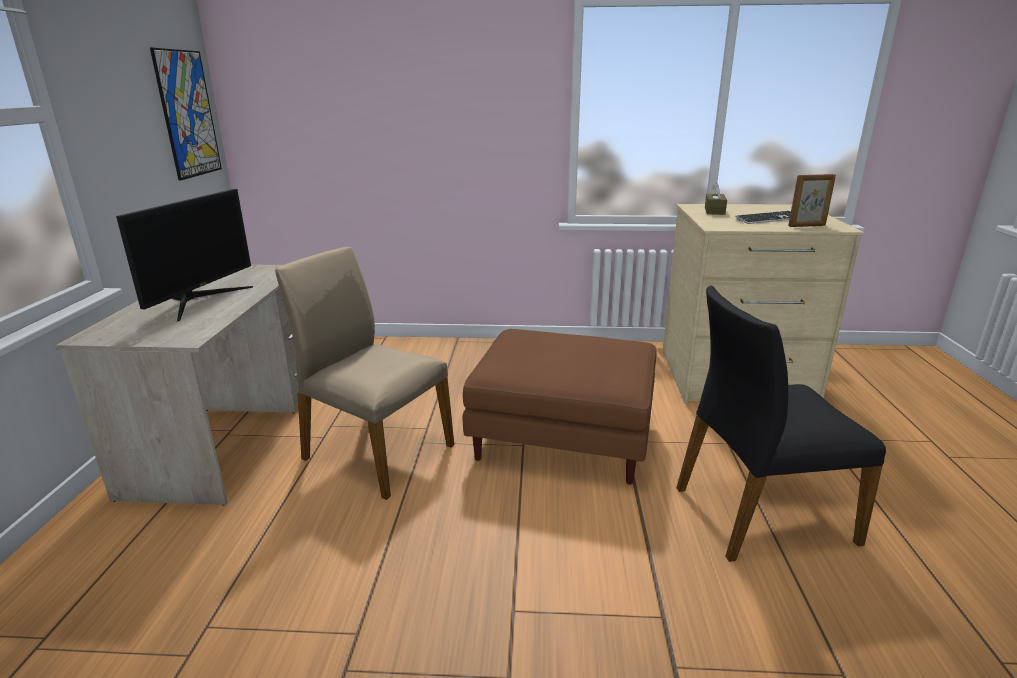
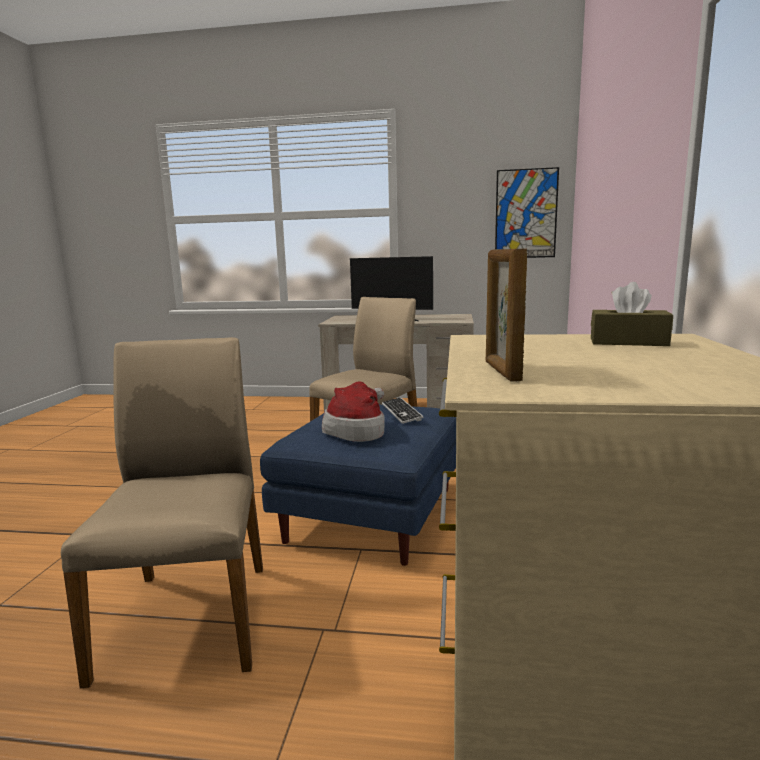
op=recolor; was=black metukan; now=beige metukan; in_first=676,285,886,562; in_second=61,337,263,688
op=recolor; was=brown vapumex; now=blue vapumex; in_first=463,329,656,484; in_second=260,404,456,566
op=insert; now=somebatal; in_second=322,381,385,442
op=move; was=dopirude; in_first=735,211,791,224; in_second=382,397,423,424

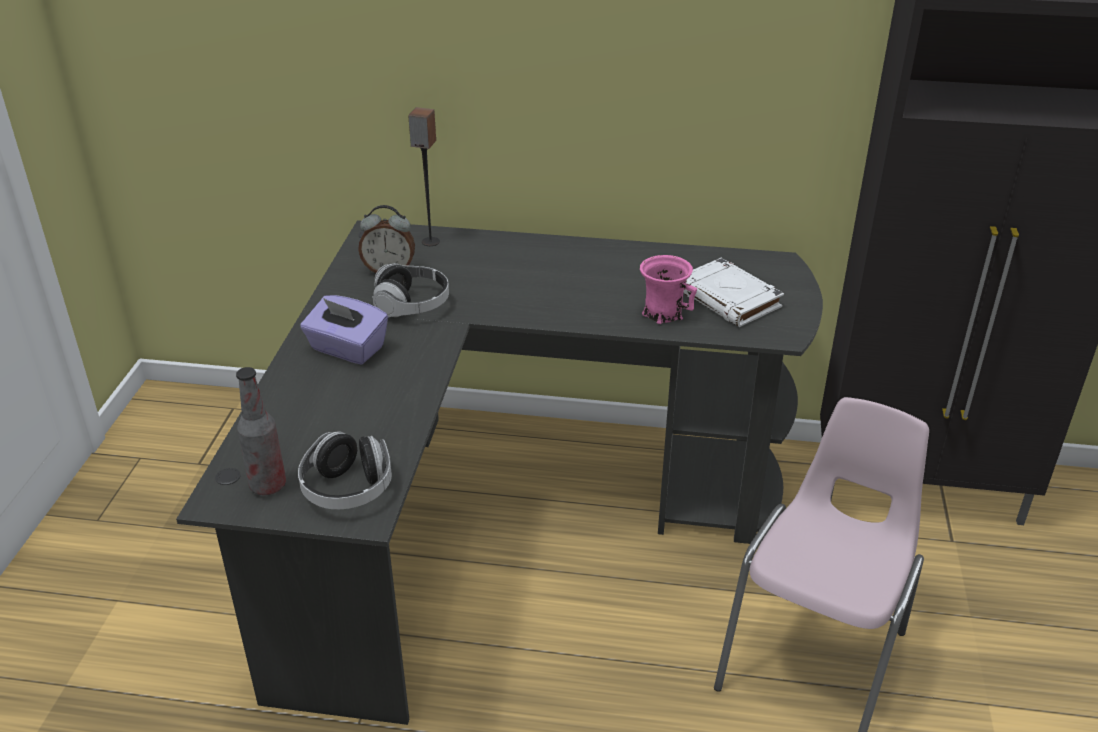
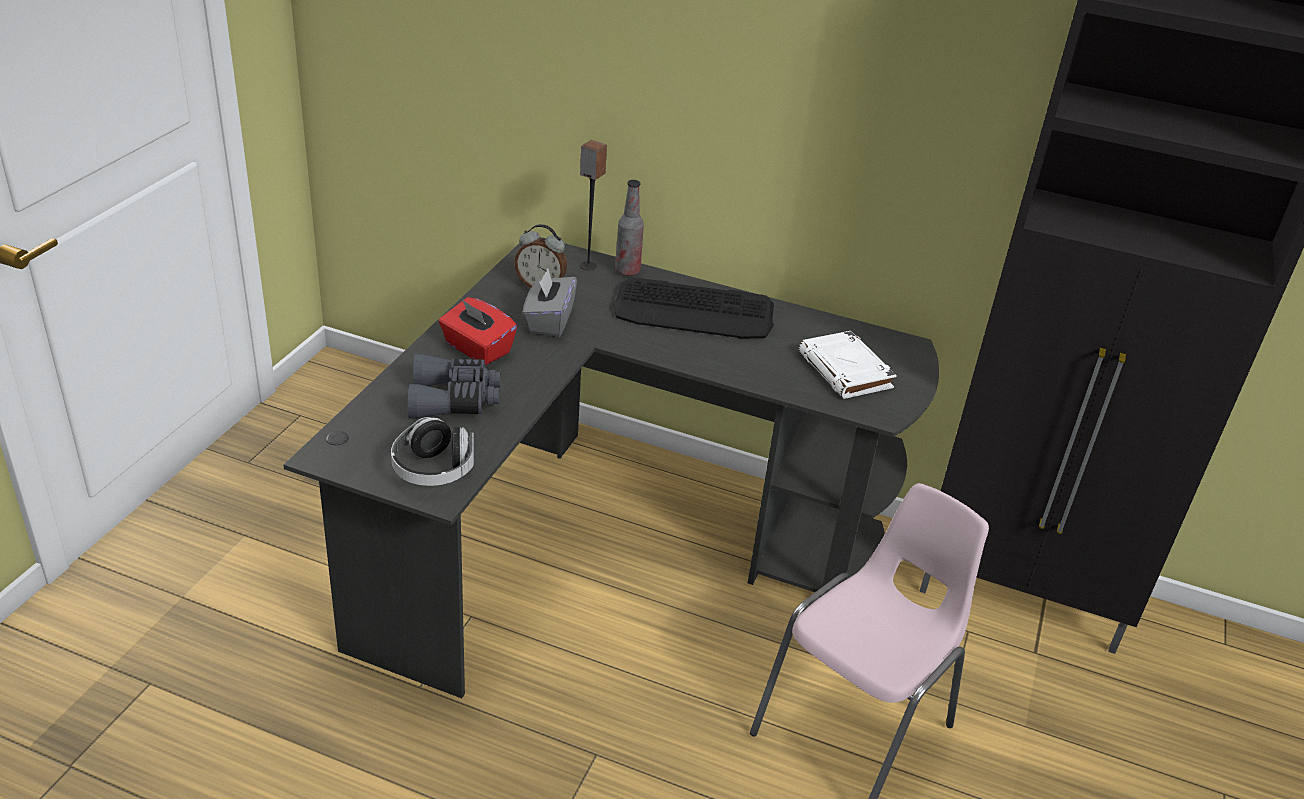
op=insert; now=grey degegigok; in_second=408,354,500,418
op=recolor; was=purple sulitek; now=red sulitek; in_first=300,295,388,364; in_second=439,297,517,365
op=replace; was=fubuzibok; now=grey sulitek; in_first=372,263,449,317; in_second=522,269,577,337
op=insert; now=dopirude; in_second=613,278,774,339
op=move; was=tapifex; in_first=236,367,286,495; in_second=615,180,644,276
op=delete; was=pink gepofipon; in_first=640,255,697,324

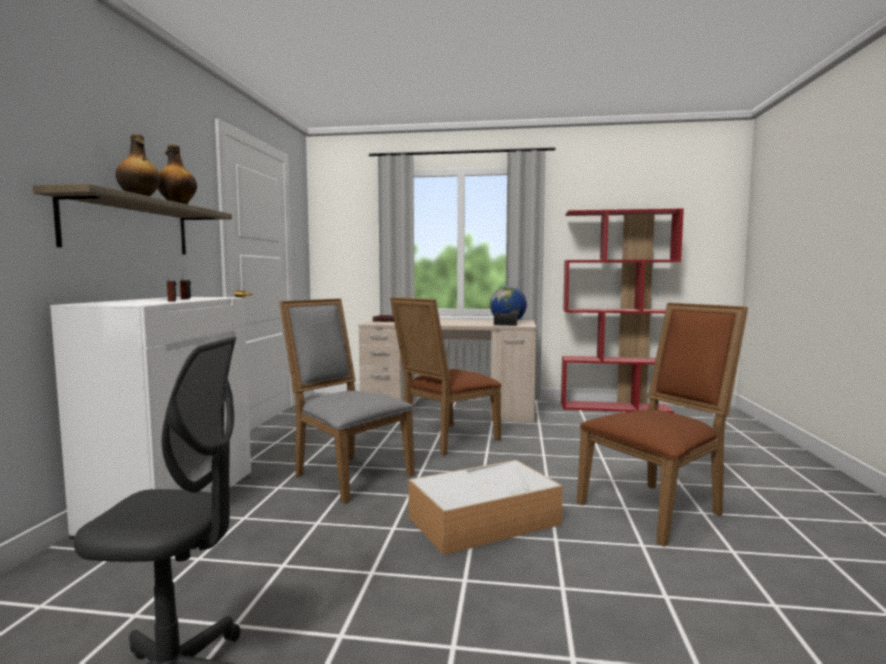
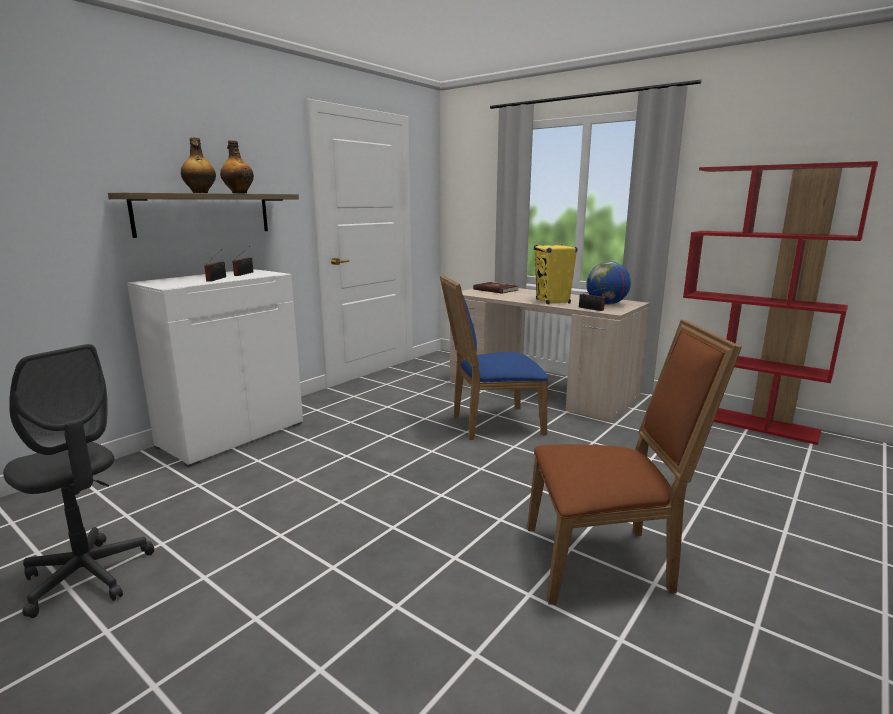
op=recolor; was=brown metukan; now=blue metukan; in_first=390,297,501,455; in_second=440,275,548,440
op=insert; now=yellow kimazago; in_second=534,245,577,304
op=delete; was=grey metukan; in_first=279,298,415,503
op=delete; was=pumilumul; in_first=408,460,563,555

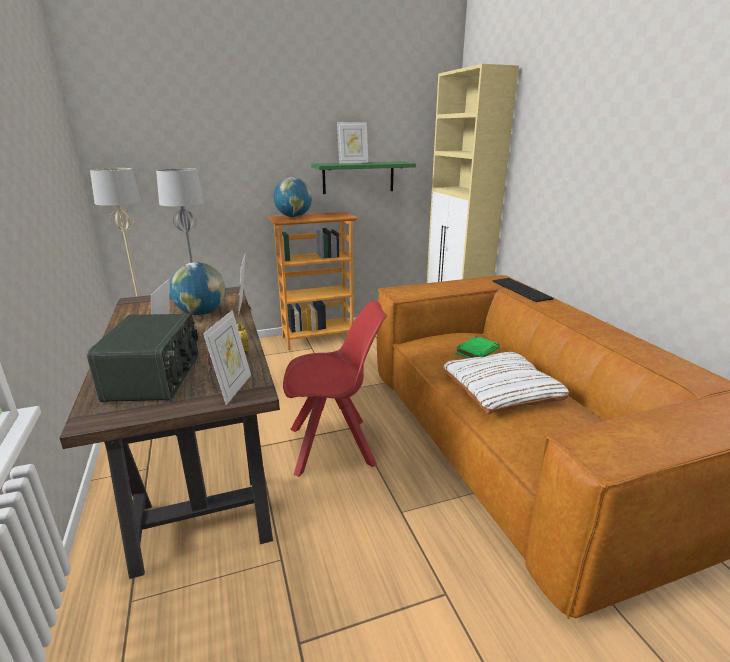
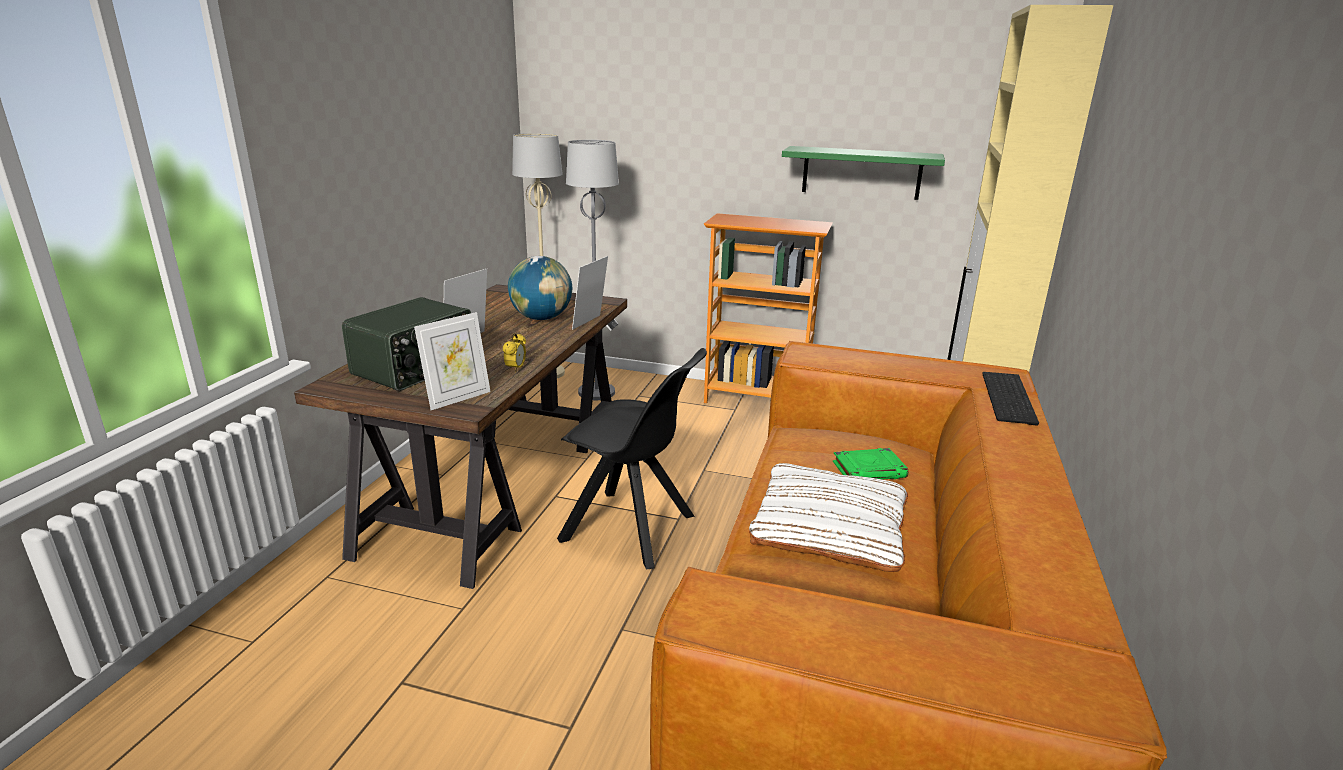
op=recolor; was=red metukan; now=black metukan; in_first=283,301,387,477; in_second=557,348,707,570
op=delete; was=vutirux; in_first=273,177,312,217
op=delete; was=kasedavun; in_first=337,122,368,163

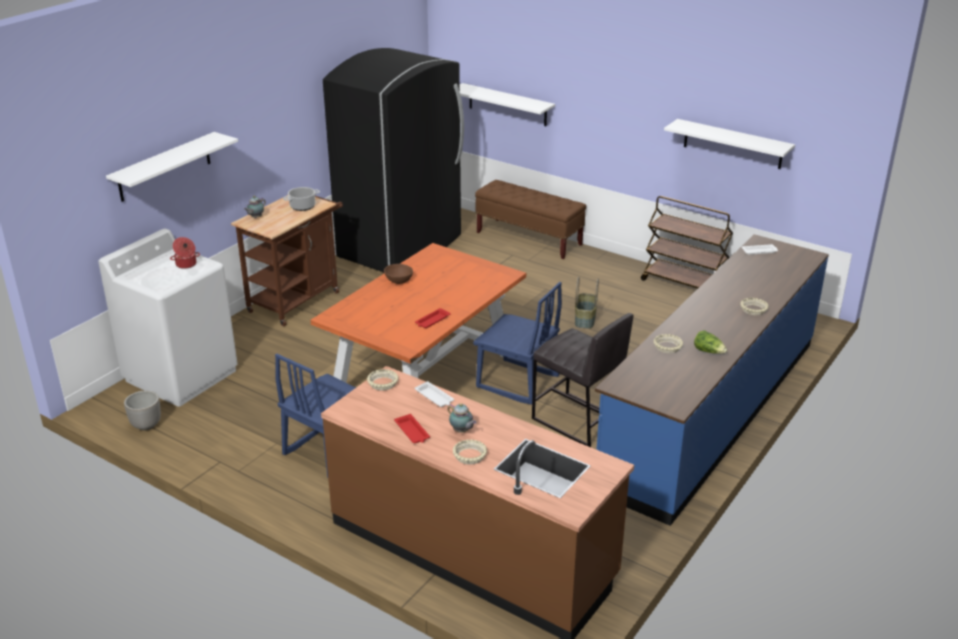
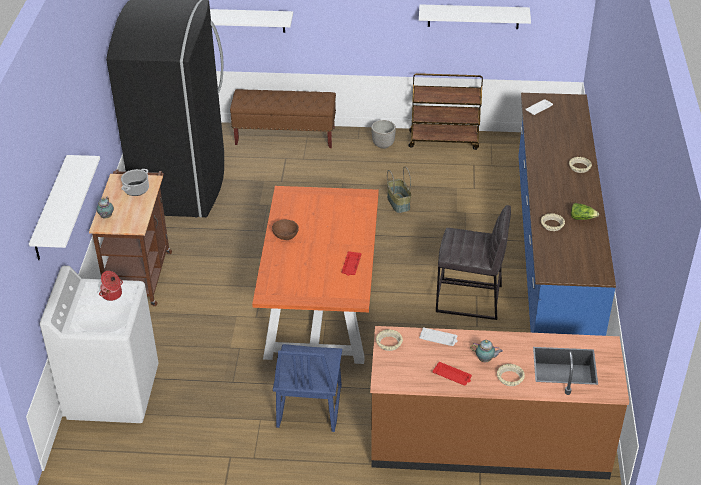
op=move; was=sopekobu; in_first=124,391,161,430; in_second=371,120,396,149
op=delete; was=blue metukan; in_first=473,282,562,405

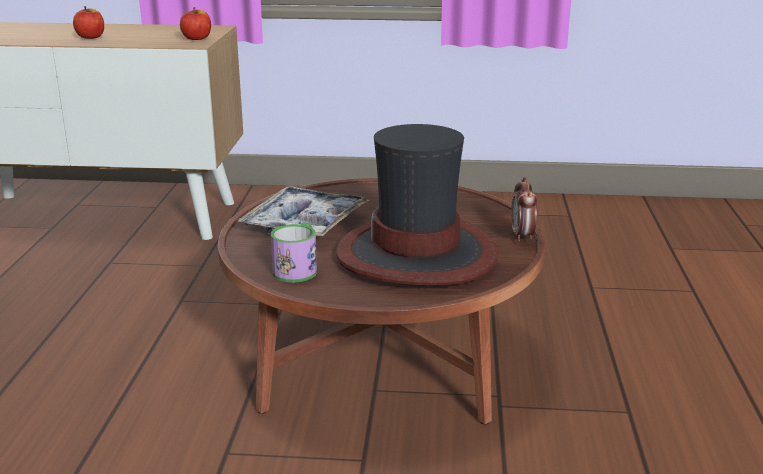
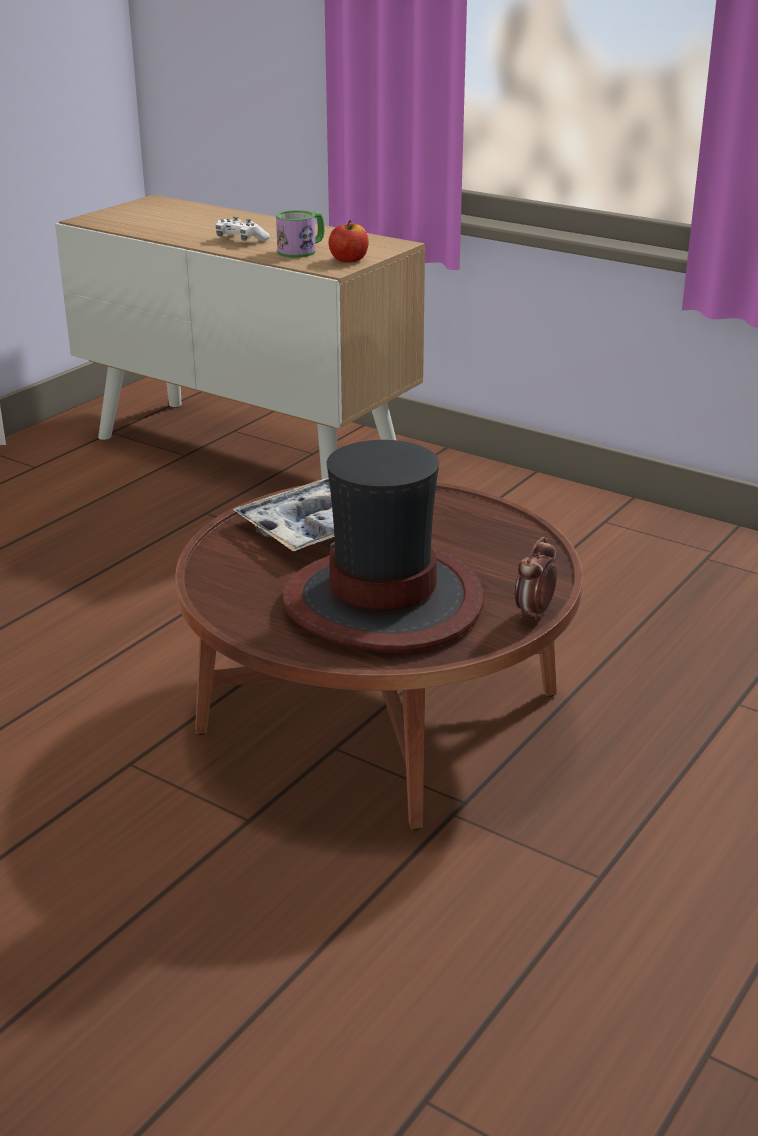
op=replace; was=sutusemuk; now=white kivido; in_first=73,6,104,39; in_second=216,216,270,241
op=move; was=gepofipon; in_first=271,223,317,283; in_second=276,210,324,258

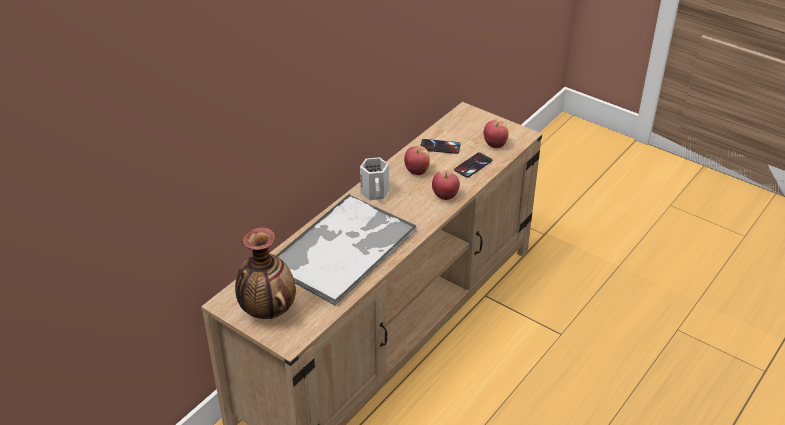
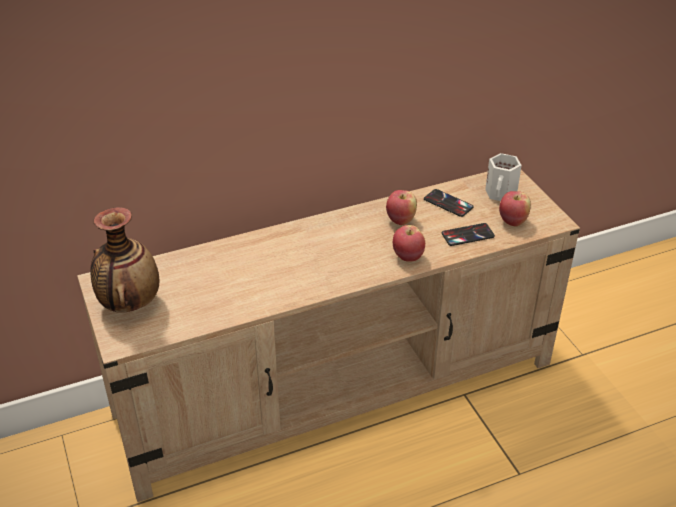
op=move; was=white gepofipon; in_first=360,157,389,200; in_second=485,153,522,201
op=delete; was=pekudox; in_first=276,194,417,306

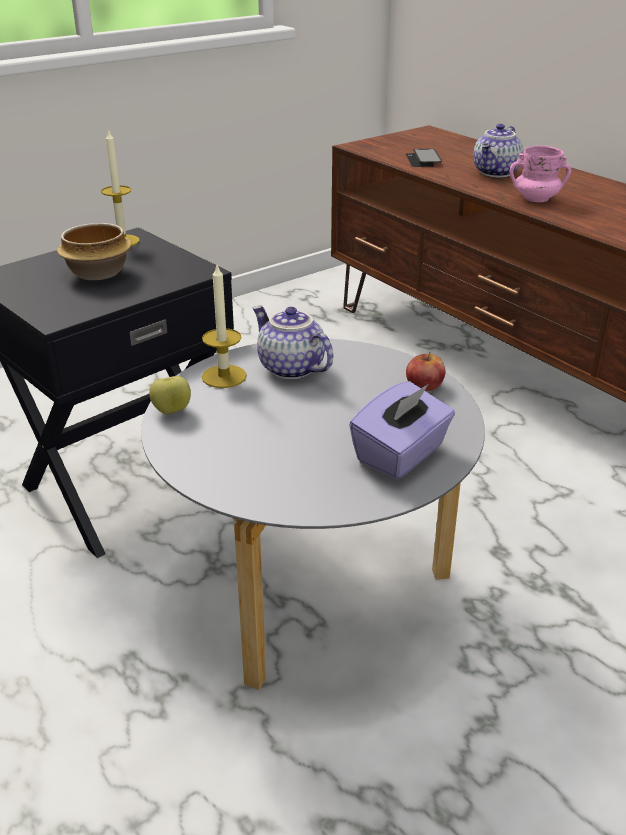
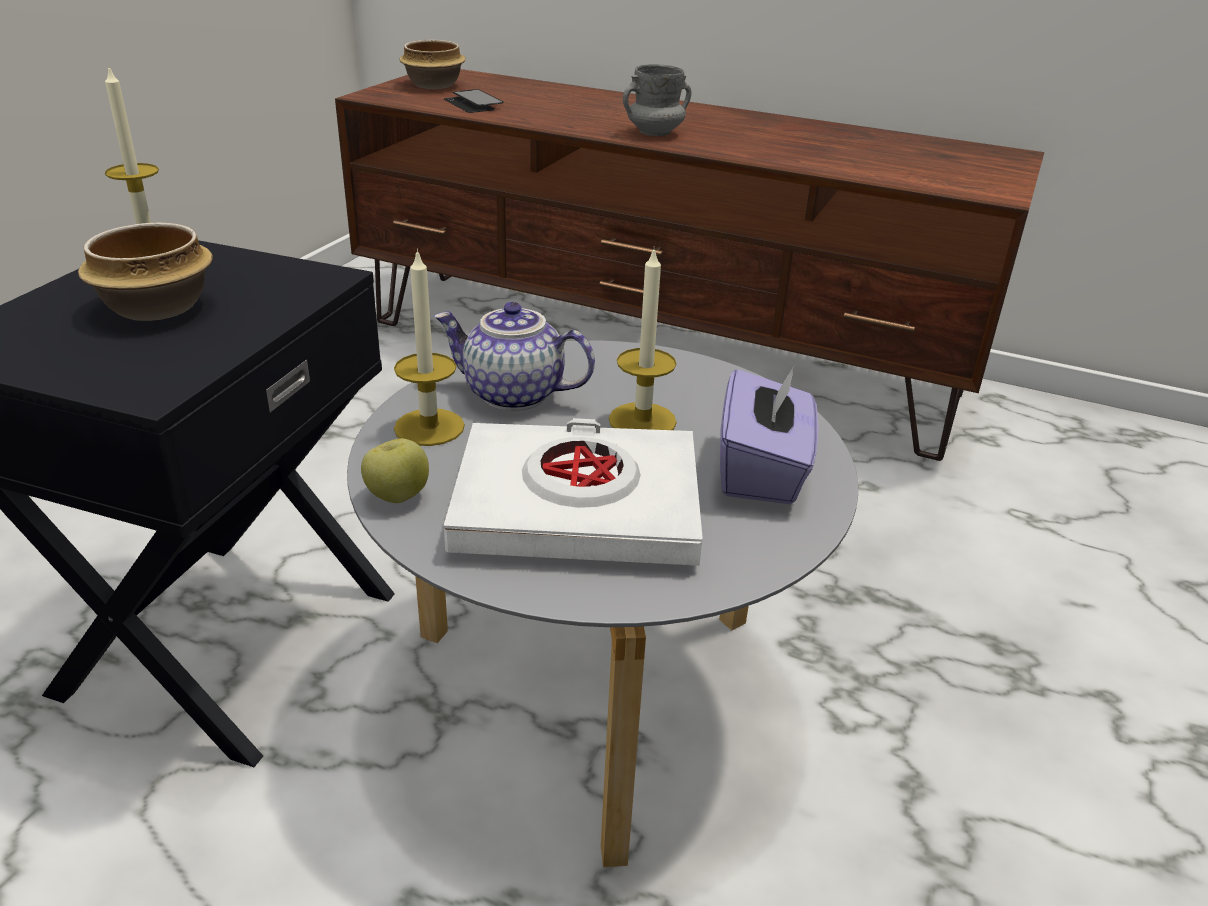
op=insert; now=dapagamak; in_second=399,40,466,89
op=insert; now=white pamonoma; in_second=444,418,702,566
op=insert; now=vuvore; in_second=609,246,677,430
op=recolor; was=pink gepofipon; now=grey gepofipon; in_first=510,146,571,202; in_second=623,64,691,136
op=delete; was=sutusemuk; in_first=406,352,446,391
op=delete; was=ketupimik; in_first=473,124,523,177

